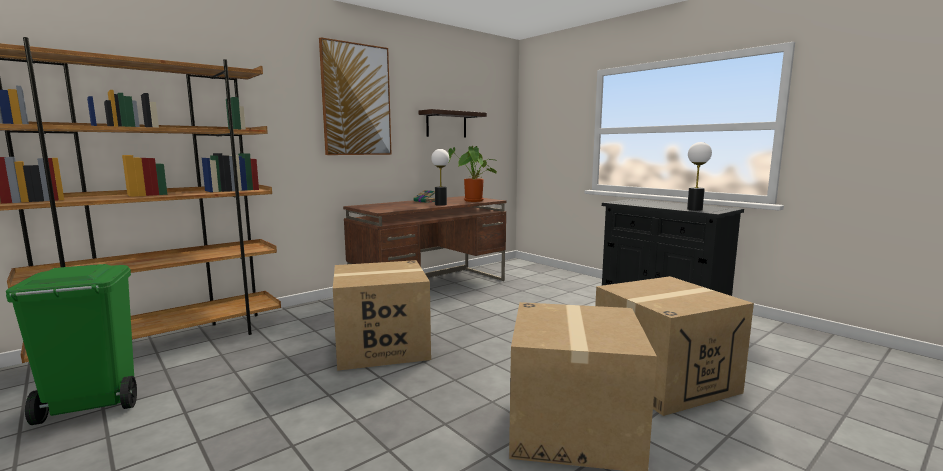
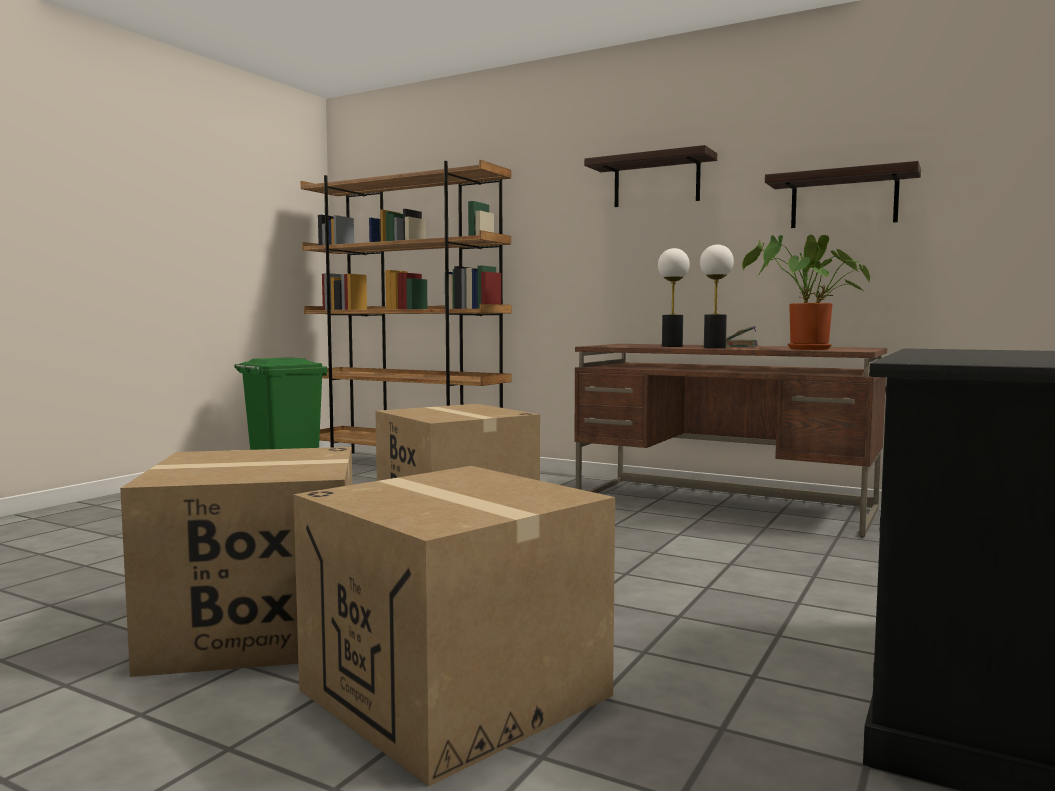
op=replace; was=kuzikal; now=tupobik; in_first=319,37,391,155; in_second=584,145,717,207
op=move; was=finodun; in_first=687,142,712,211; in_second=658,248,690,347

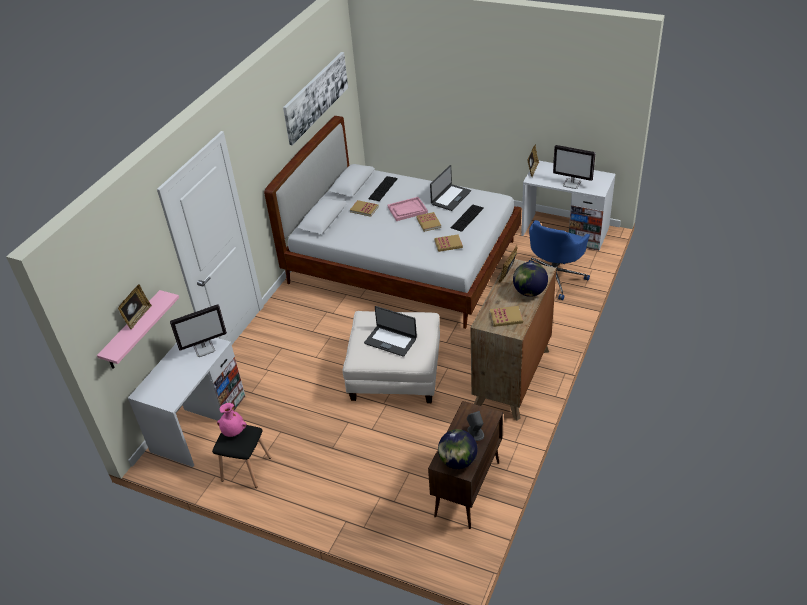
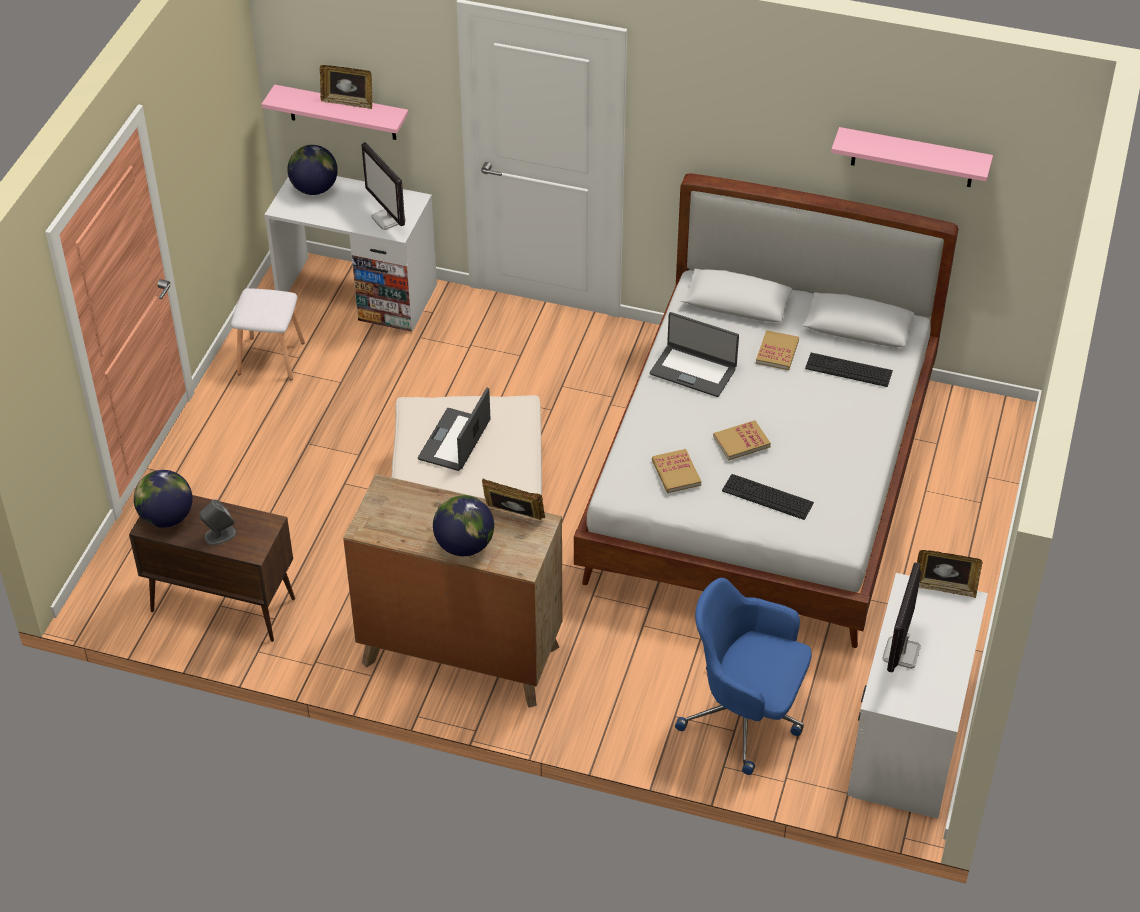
op=recolor; was=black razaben; now=white razaben; in_first=212,425,271,488; in_second=231,288,305,380
op=insert; now=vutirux; in_second=287,145,338,195
op=move; was=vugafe; in_first=430,165,471,211; in_second=650,312,739,397
op=replace; was=kuzikal; now=pink tupobik; in_first=283,52,348,145; in_second=831,127,993,187
op=delete; was=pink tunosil; in_first=217,403,247,437
op=delete; was=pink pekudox; in_first=388,197,428,221
op=delete; was=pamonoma; in_first=489,306,523,327

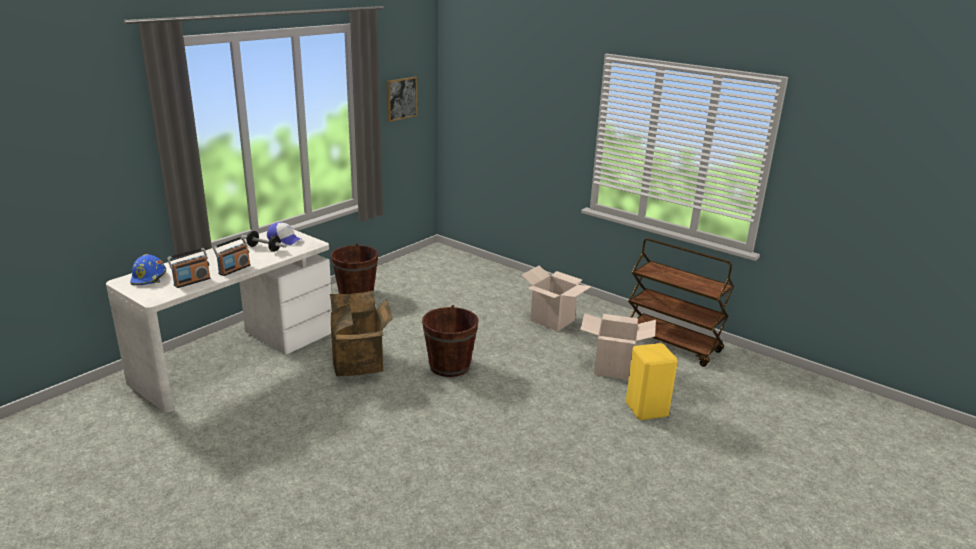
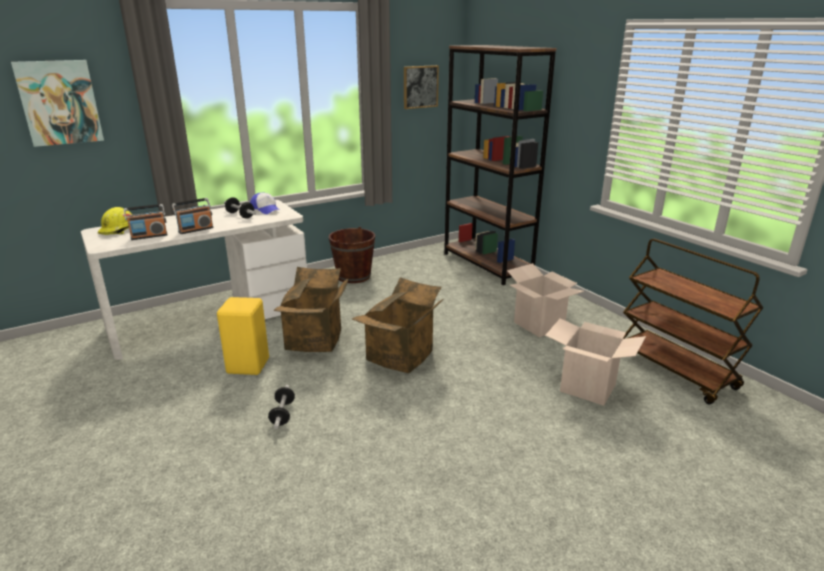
op=insert; now=kuzikal; in_second=11,60,104,147
op=recolor; was=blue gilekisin; now=yellow gilekisin; in_first=130,254,166,285; in_second=98,207,133,235
op=move; was=yellow razaben; in_first=626,343,678,420; in_second=217,297,269,375
op=insert; now=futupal; in_second=268,385,295,429
op=replace; was=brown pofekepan; now=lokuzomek; in_first=422,305,479,377; in_second=352,277,443,373
op=insert; now=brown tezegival; in_second=444,45,557,285

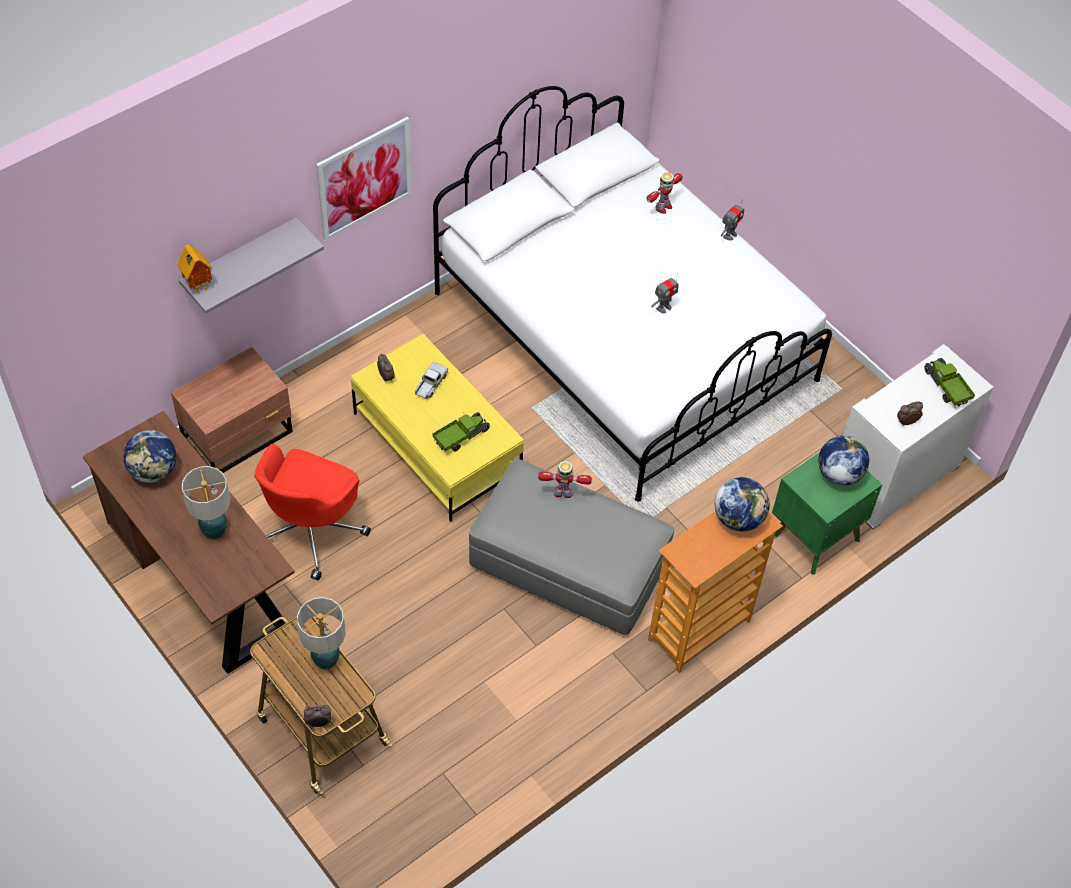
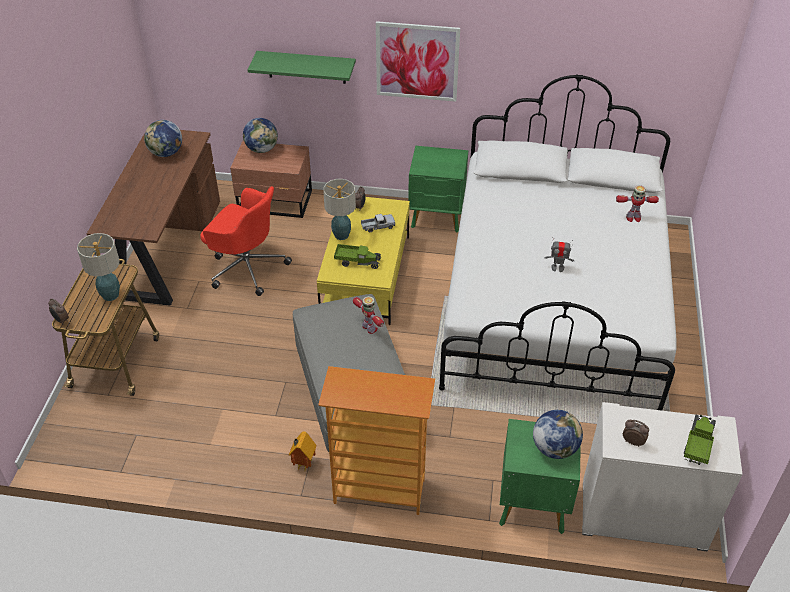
op=rotate; was=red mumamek; in_first=254,444,371,580; in_second=200,186,292,296; clockwise=-135
op=move; was=vutirux; in_first=715,477,770,532; in_second=243,118,278,153
op=recolor; was=grey tupobik; now=green tupobik; in_first=179,217,324,313; in_second=247,51,356,84
op=move; was=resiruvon; in_first=178,244,212,292; in_second=289,431,316,471
op=move; was=finodun; in_first=182,466,230,540; in_second=323,179,356,240
op=insert; now=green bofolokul; in_second=408,146,468,232
op=delete; was=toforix; in_first=720,199,744,241

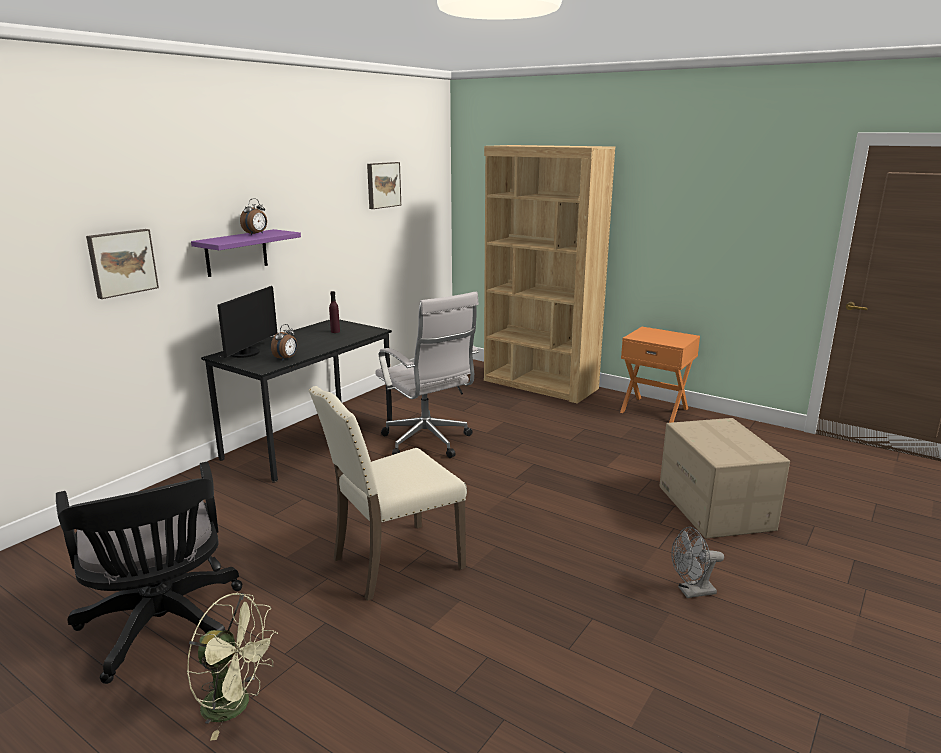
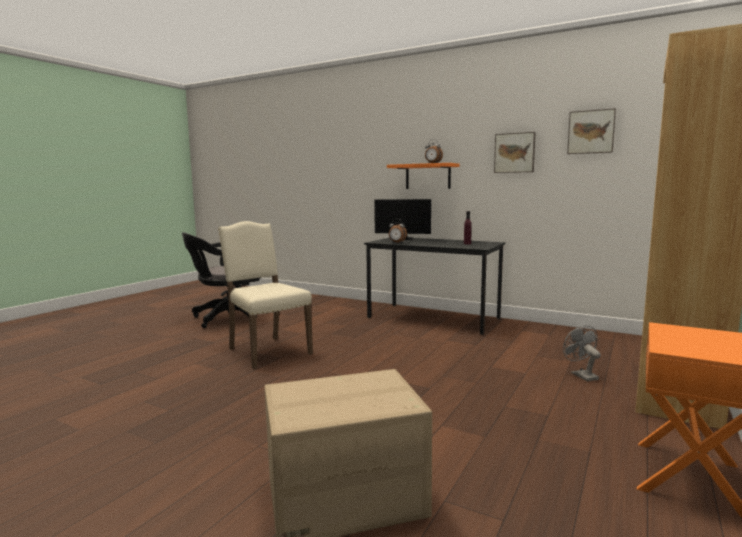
op=recolor; was=purple tupobik; now=orange tupobik; in_first=191,229,301,277; in_second=387,163,459,189
op=move; was=kuzikal; in_first=86,229,159,299; in_second=494,132,536,173
op=move; was=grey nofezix; in_first=671,527,724,598; in_second=563,325,601,381
op=delete; was=green nofezix; in_first=187,593,278,740
op=delete; was=white mumamek; in_first=375,292,479,458

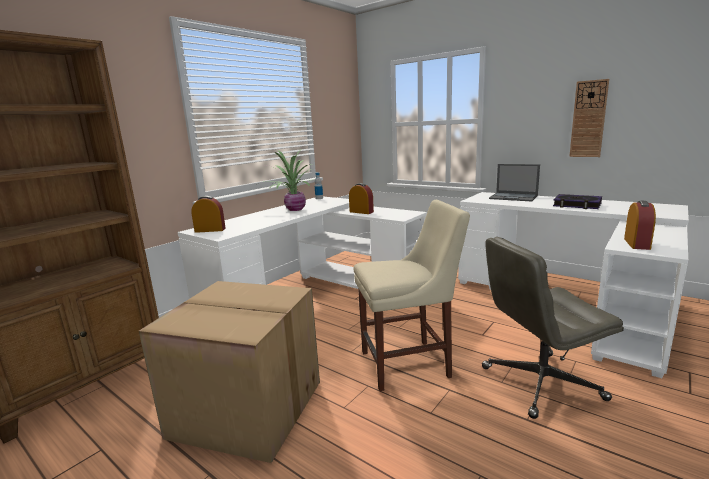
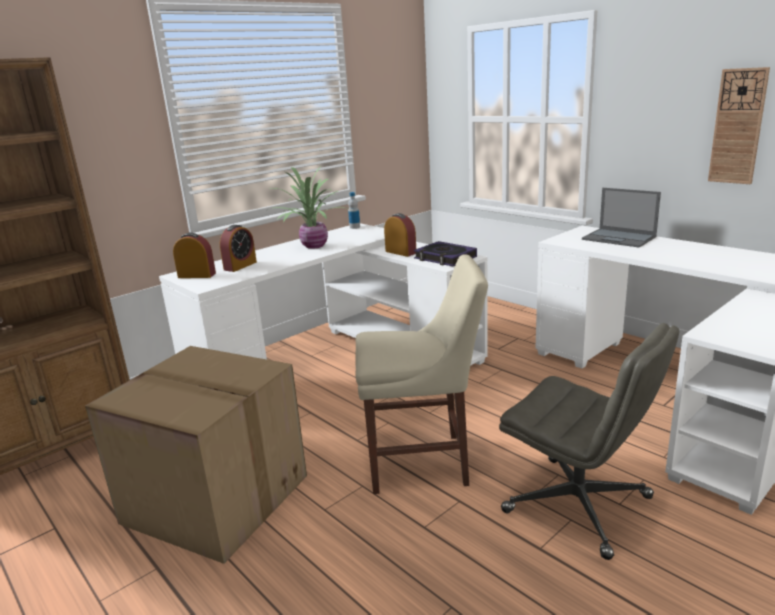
op=move; was=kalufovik; in_first=624,201,656,250; in_second=220,225,257,272
op=move; was=pamonoma; in_first=553,194,602,209; in_second=414,241,477,266
op=rotate; was=grey mumamek; in_first=482,237,624,419; in_second=499,323,679,560; clockwise=-135

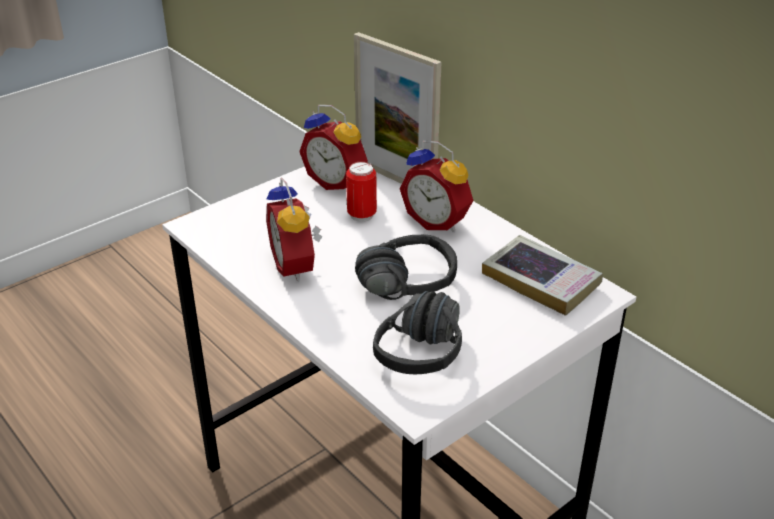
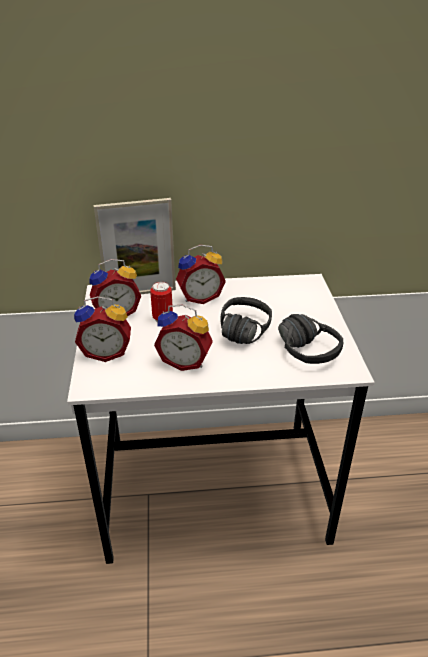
op=insert; now=kalufovik; in_second=74,296,131,362
op=delete; was=pamonoma; in_first=482,235,603,316

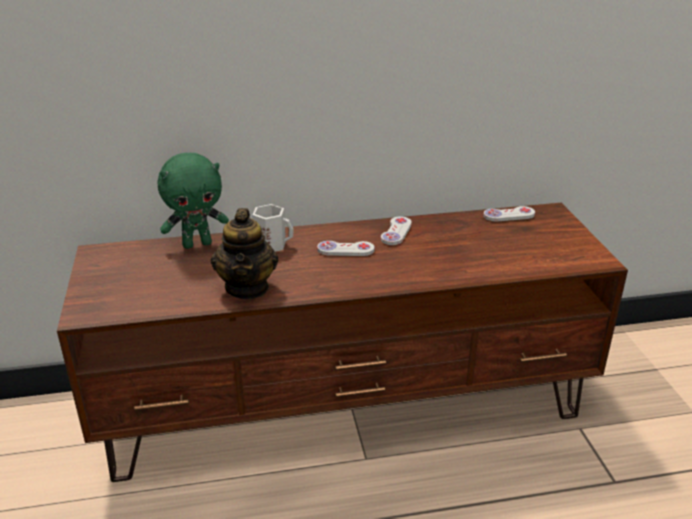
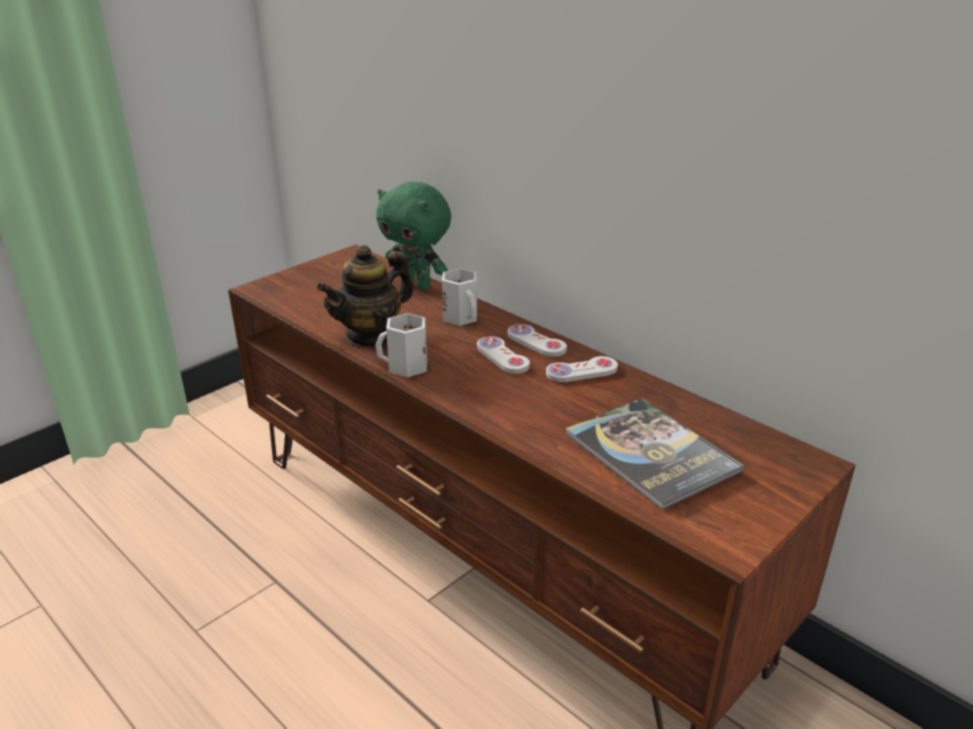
op=insert; now=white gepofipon; in_second=375,313,427,378
op=move; was=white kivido; in_first=483,206,535,222; in_second=507,324,567,357
op=insert; now=pamonoma; in_second=565,398,744,510

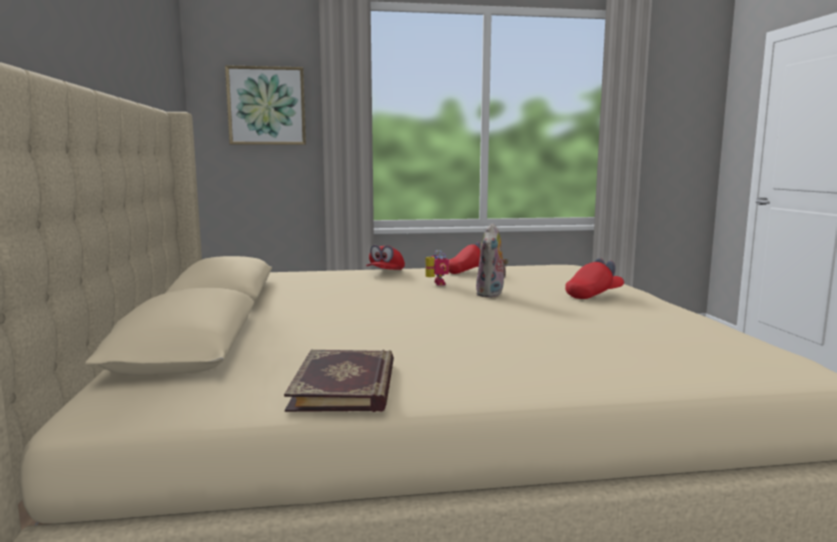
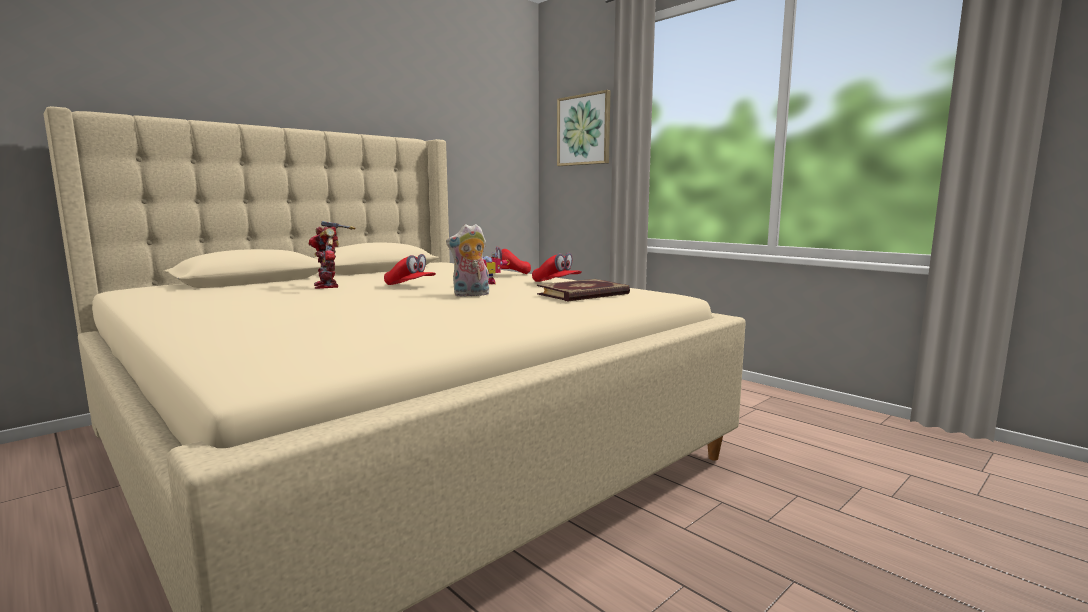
op=insert; now=toforix; in_second=309,221,356,289
op=move; was=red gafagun; in_first=565,258,624,299; in_second=384,254,436,285
op=move; was=pamonoma; in_first=284,350,394,412; in_second=537,279,630,302

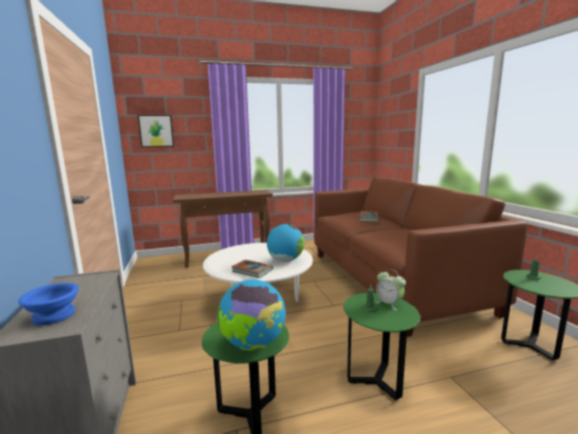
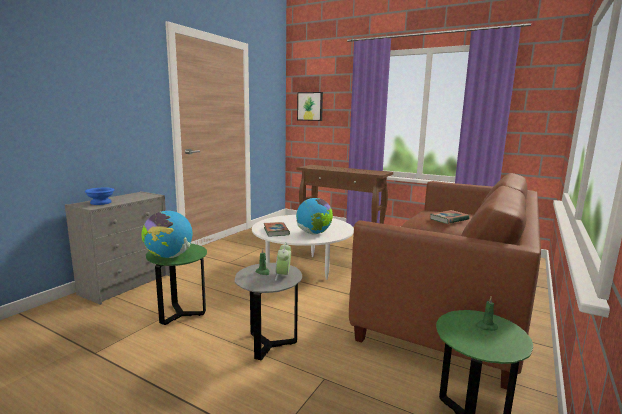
op=recolor; was=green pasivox; now=grey pasivox; in_first=343,293,421,400; in_second=235,263,302,360

